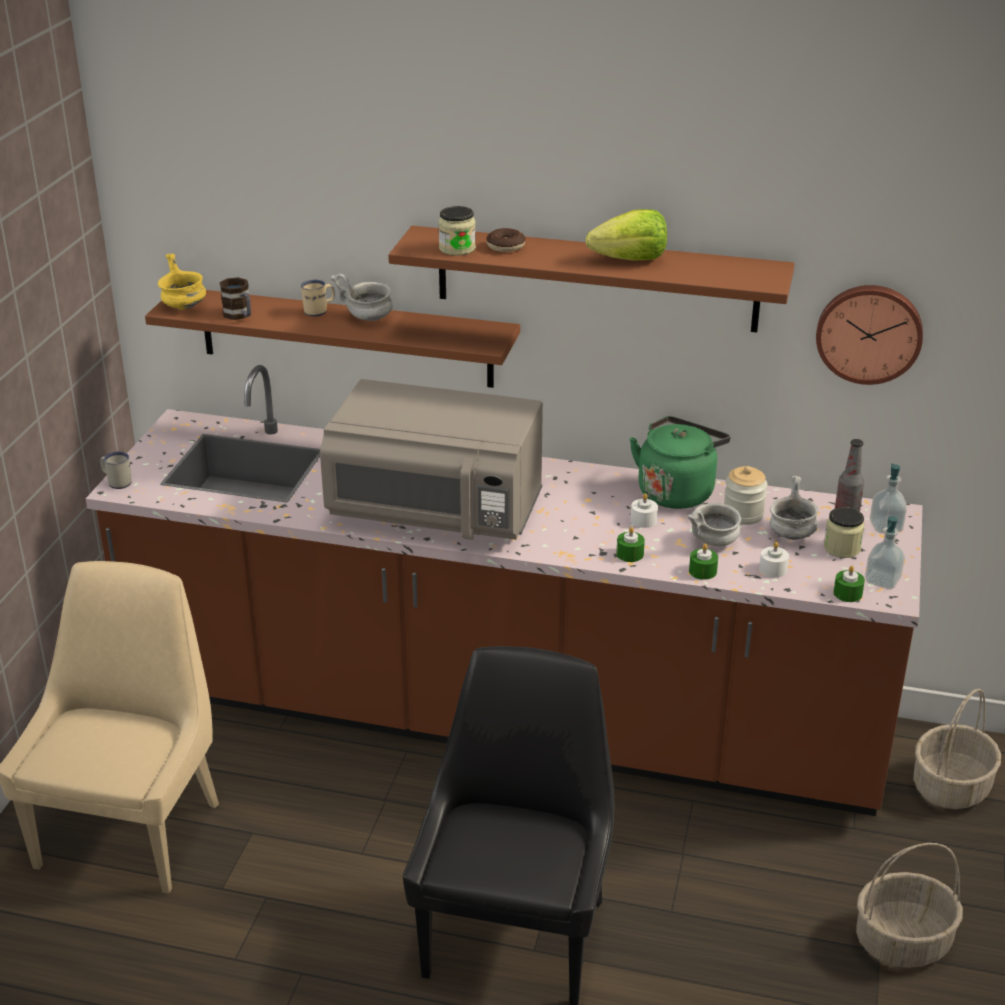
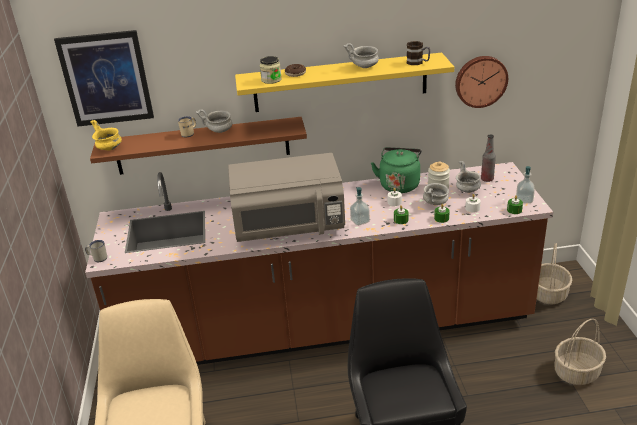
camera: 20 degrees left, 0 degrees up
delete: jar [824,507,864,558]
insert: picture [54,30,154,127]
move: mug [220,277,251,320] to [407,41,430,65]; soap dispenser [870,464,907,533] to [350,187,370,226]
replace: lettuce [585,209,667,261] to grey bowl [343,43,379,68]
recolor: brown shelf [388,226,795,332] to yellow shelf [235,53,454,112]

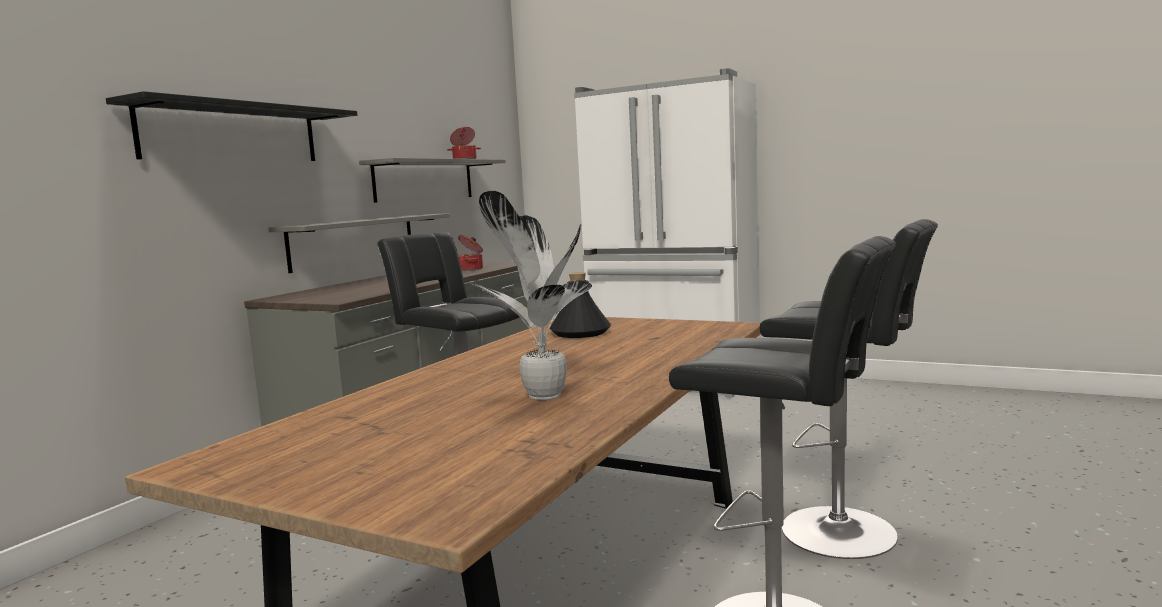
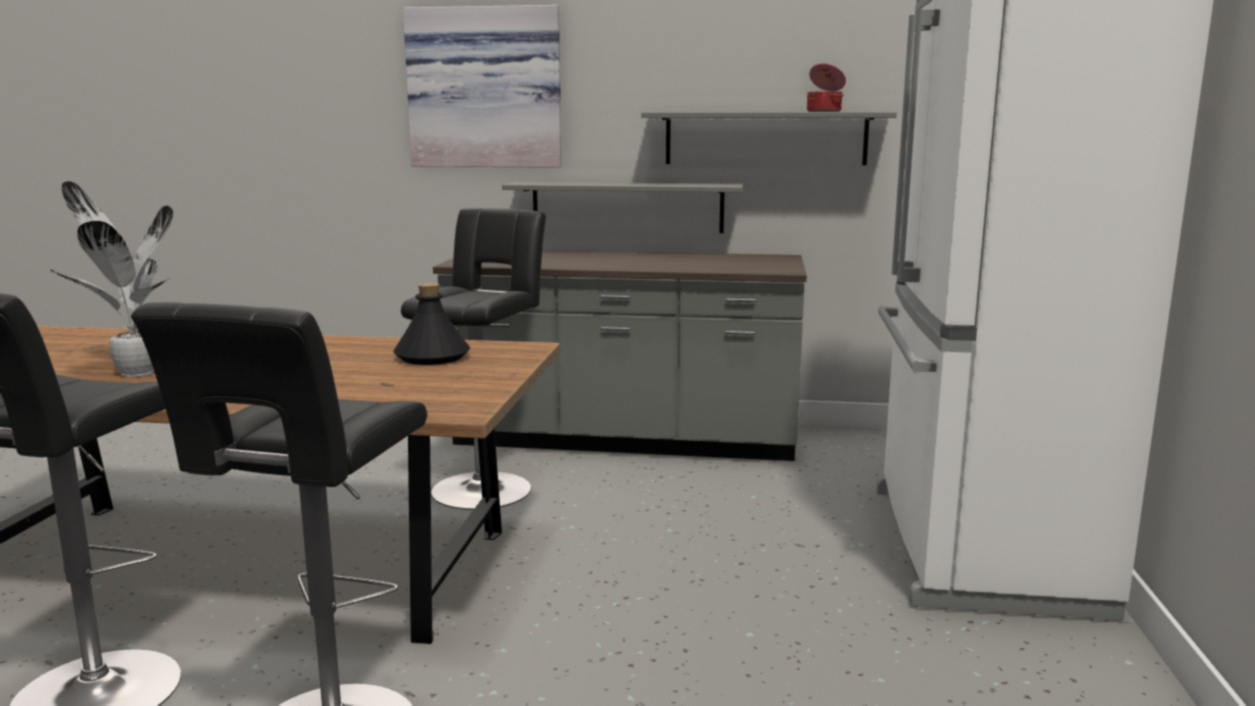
camera: 70 degrees right, 5 degrees up
delete: cooking pot [458,235,483,271]
replace: black shelf [106,91,357,161] to picture [403,5,562,168]

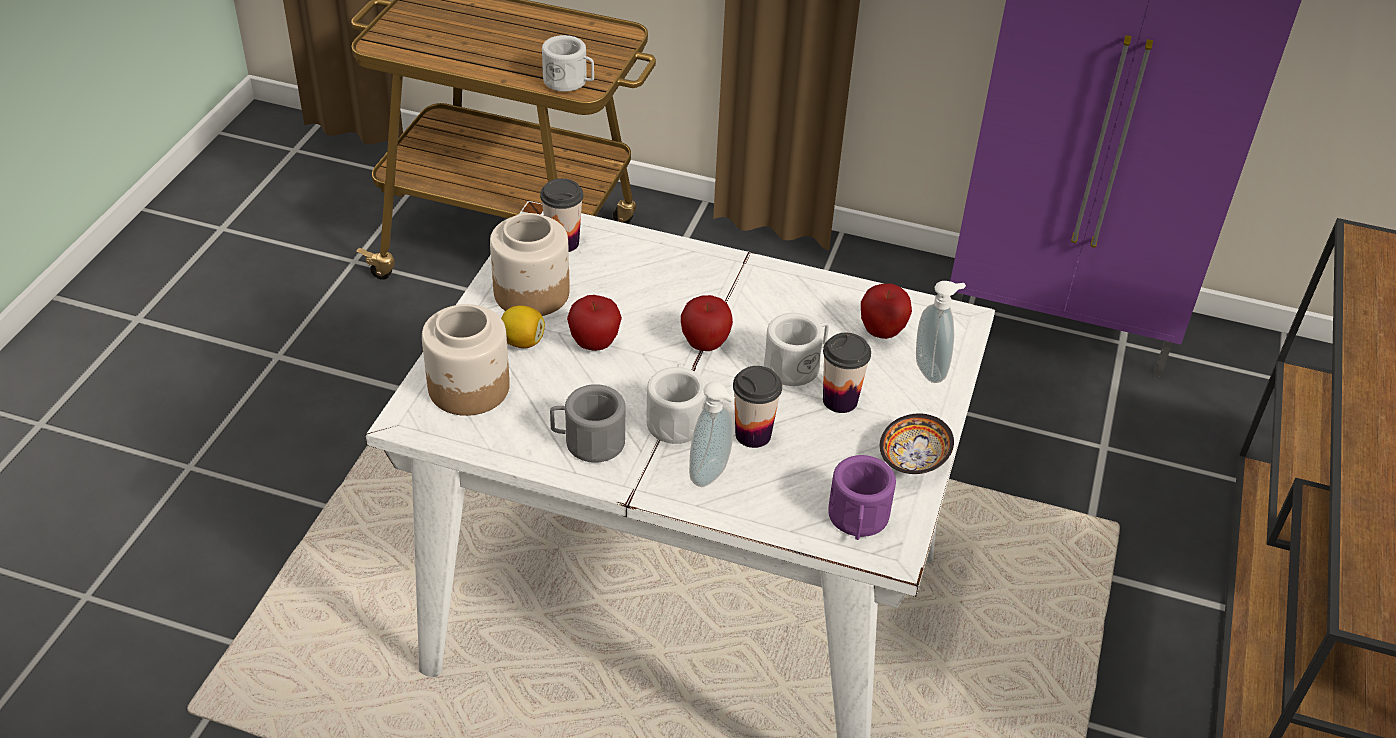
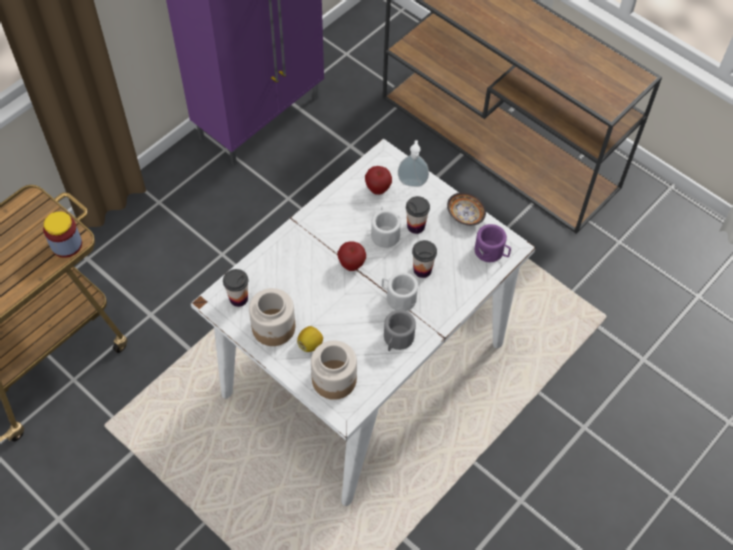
camera: 65 degrees left, 15 degrees up
delete: apple [567,295,622,351]; soap dispenser [689,382,736,487]
replace: white mug [542,35,594,92] to jar [43,211,82,258]

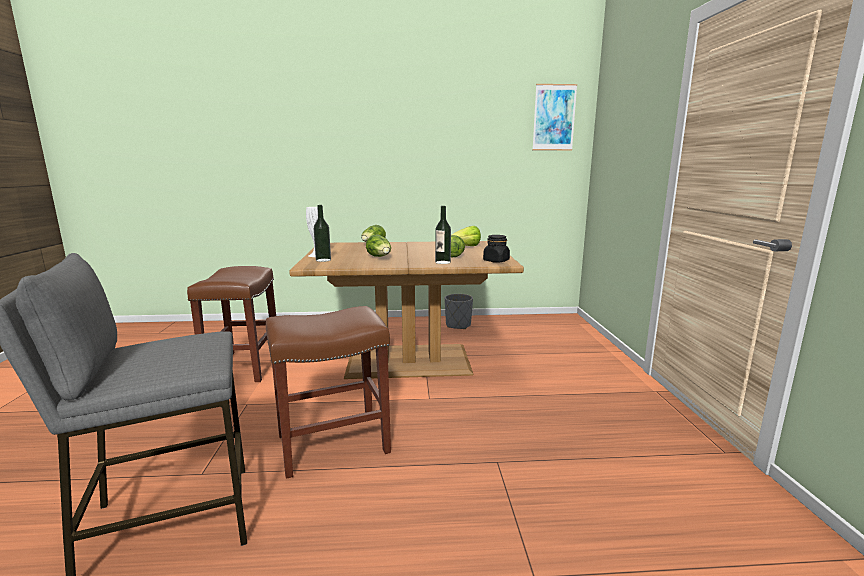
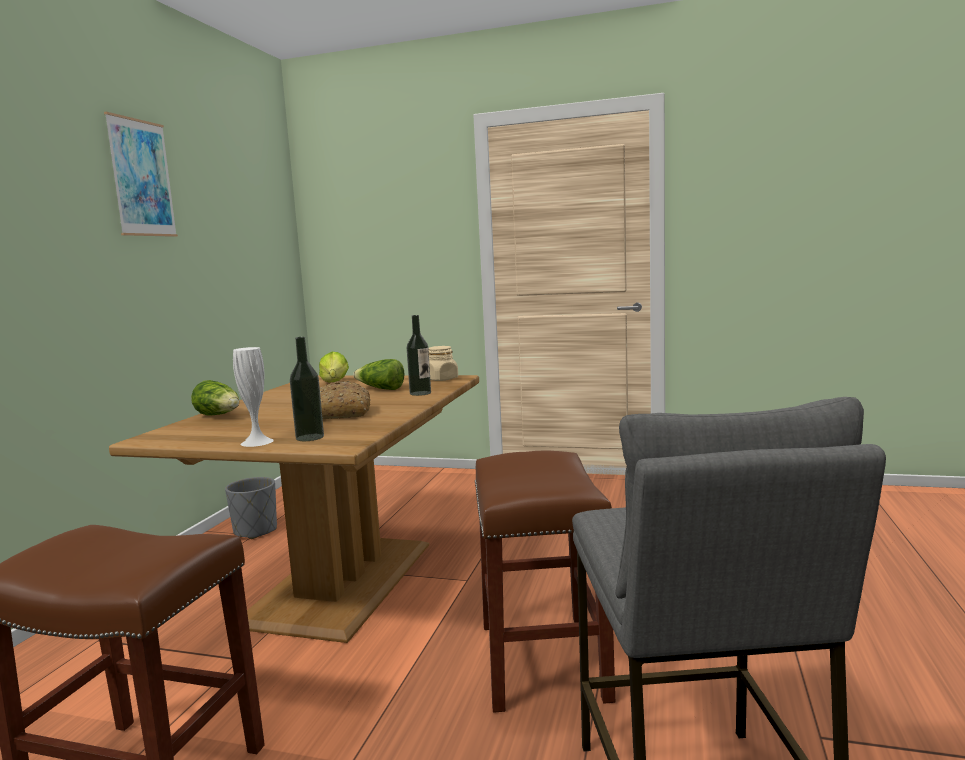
camera: 70 degrees left, 5 degrees down
move: picture [532,84,577,150] to [104,112,178,237]
replace: lettuce [366,235,391,257] to bread [320,381,371,419]
recolor: black jar [483,235,510,263] to beige jar [428,346,458,381]

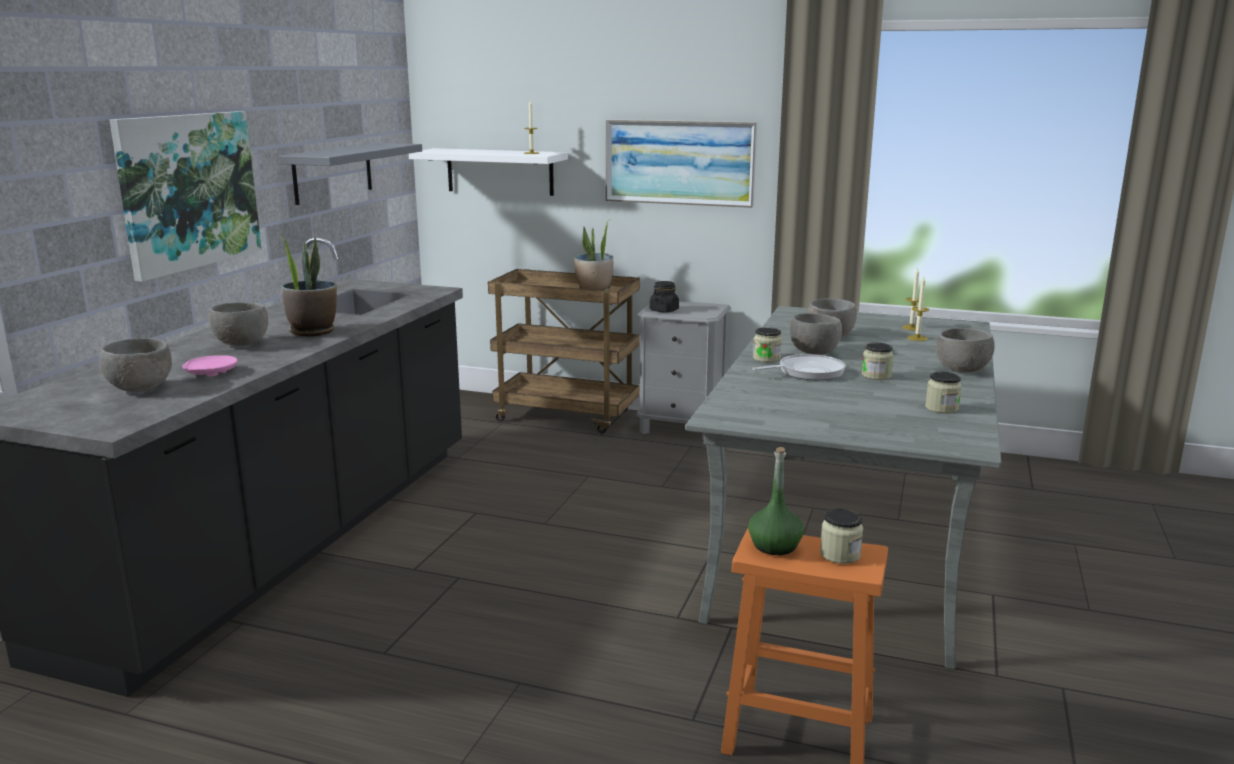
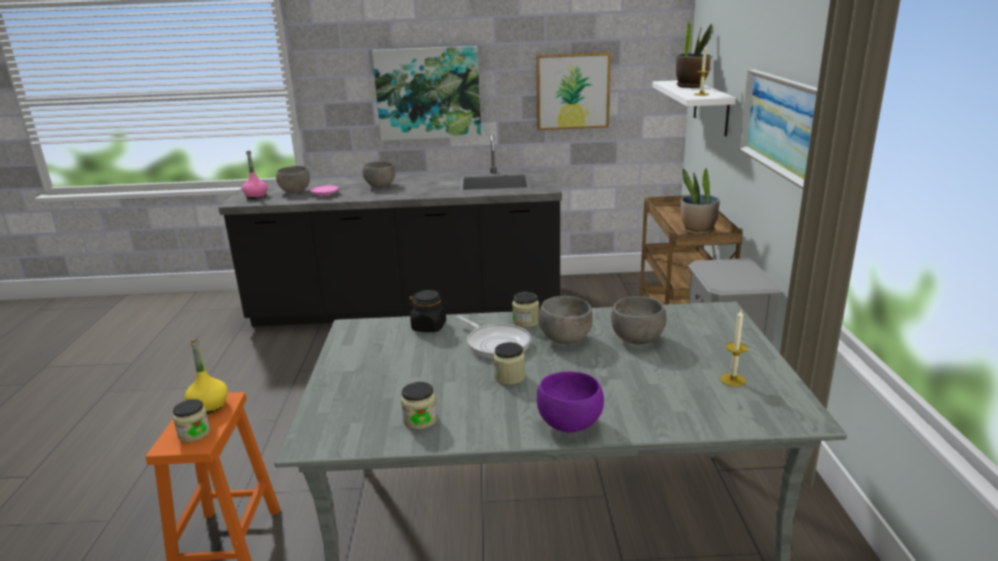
camera: 70 degrees right, 5 degrees up
delete: candle [907,276,929,341]
insert: pink bottle [242,151,268,199]
move: potted plant [279,233,337,337] to [676,19,712,88]; black jar [650,281,679,313] to [409,290,448,332]
replace: grey shelf [279,143,422,205] to picture [536,52,611,130]
recolor: green bottle [748,447,804,555] to yellow bottle [185,338,228,414]; grey bowl [936,328,995,373] to purple bowl [537,371,604,432]

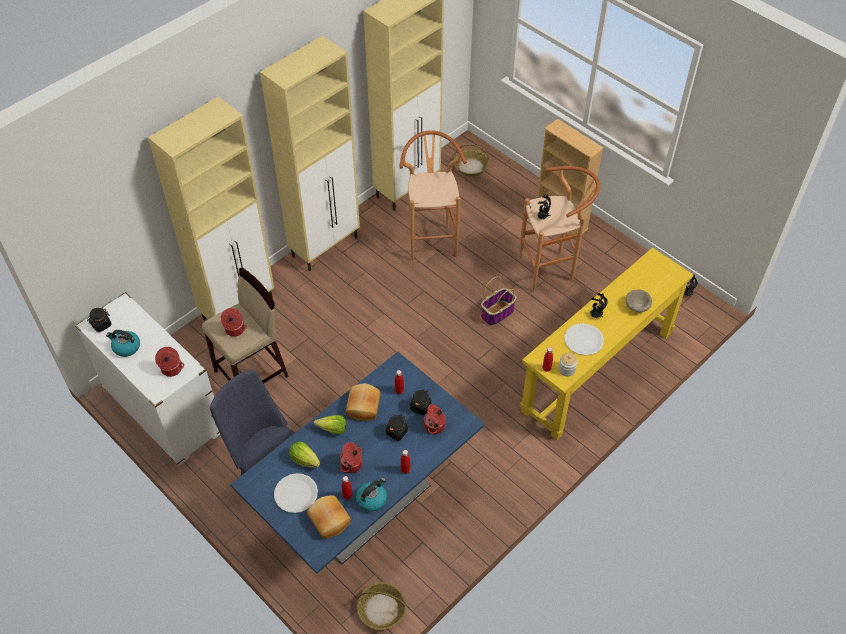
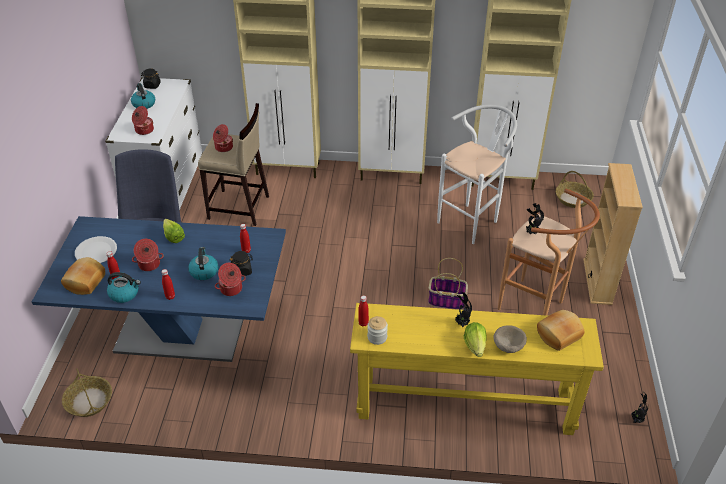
camera: 50 degrees right, 10 degrees down
delete: white plate [564,323,604,355]
move: lettuce [289,442,320,468] to [464,322,486,357]; bread [346,383,381,421] to [537,310,585,351]
replace: black jar [386,414,408,441] to kettle [188,247,219,280]
recolor: brown stool [399,130,467,260] to white stool [437,105,517,244]

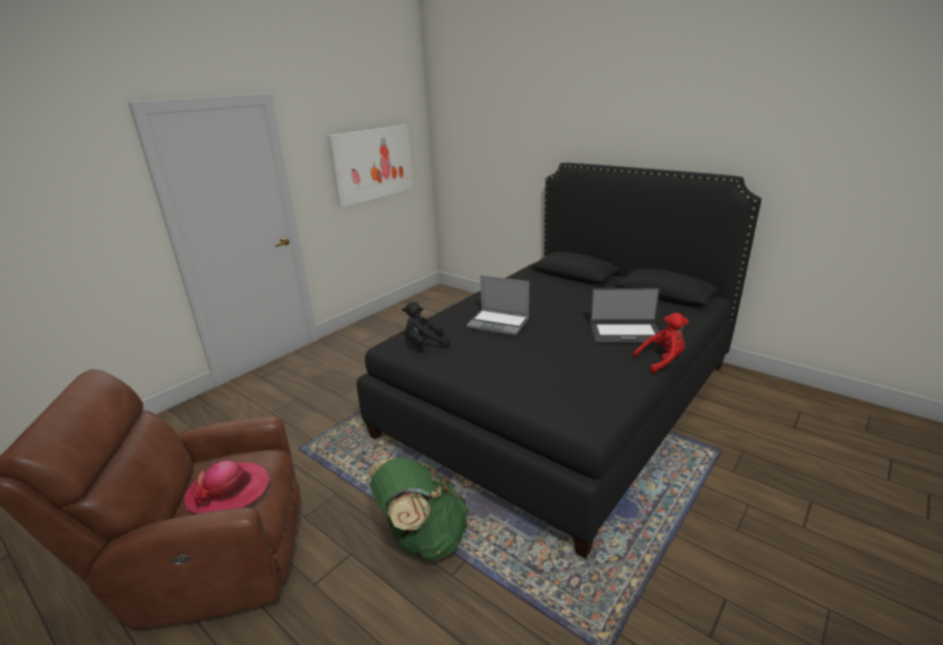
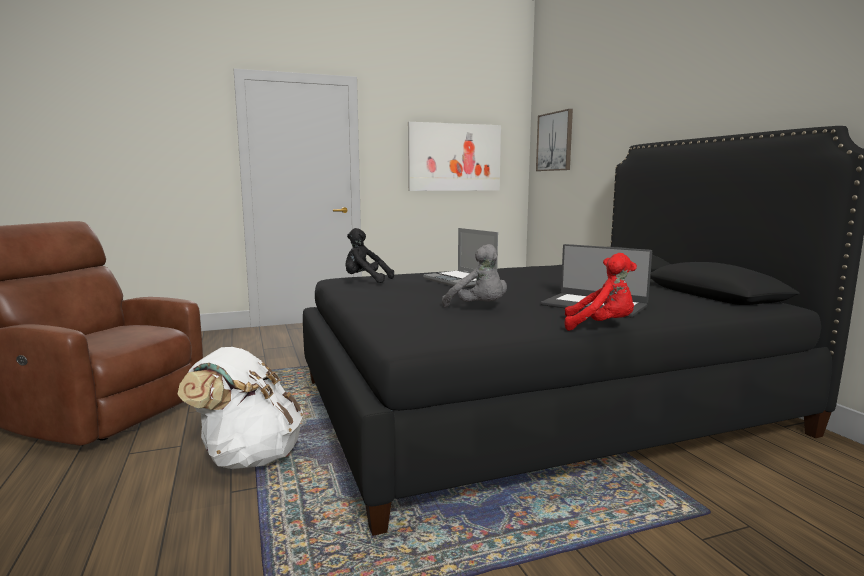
camera: 30 degrees right, 15 degrees down
delete: hat [184,460,269,514]
insert: grey plush toy [442,244,507,307]; picture [536,109,573,171]
recolor: green backpack [368,457,469,561] to white backpack [177,347,303,469]

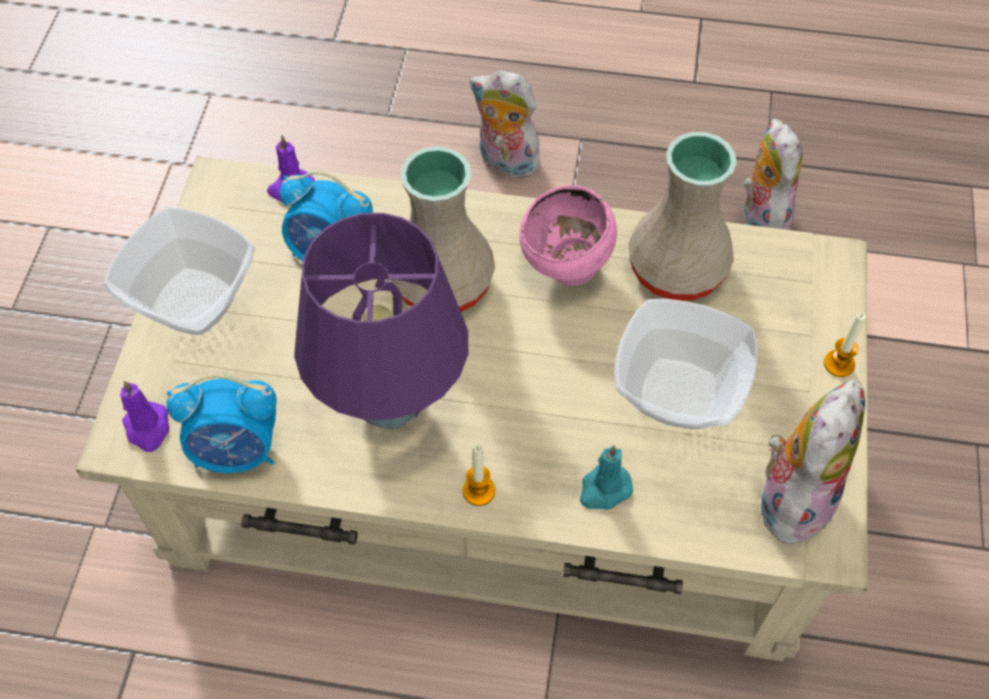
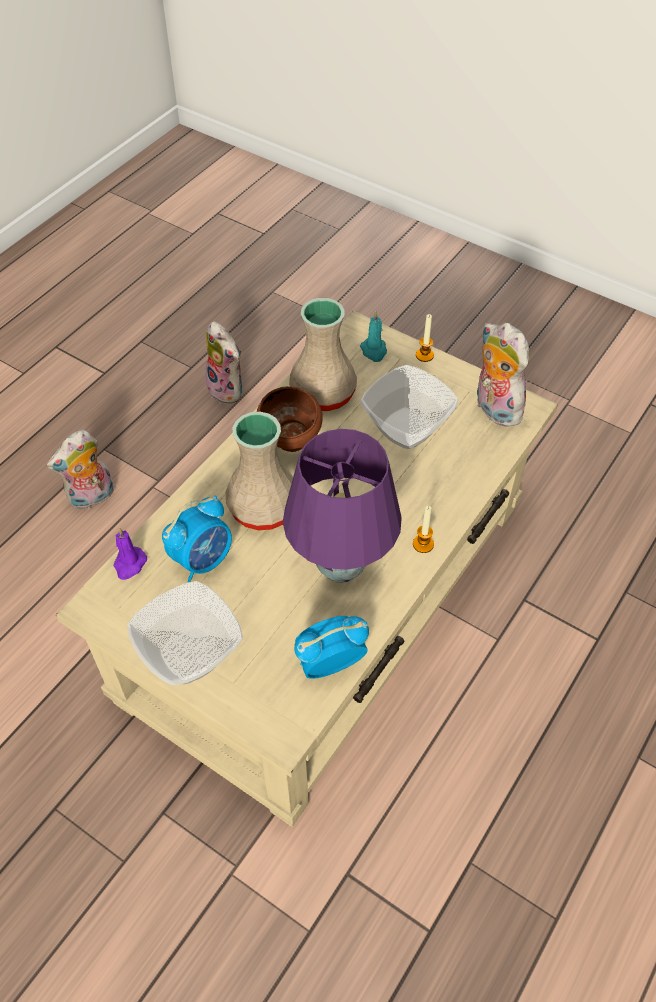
camera: 65 degrees left, 5 degrees down
delete: purple candle [120,381,169,452]
move: turquoise candle [580,445,633,510] to [360,311,387,362]
recolor: pink bowl [519,185,617,286] to brown bowl [257,386,323,452]
rotate: alarm clock [167,374,277,473] = [294,616,369,679] 135 degrees counterclockwise; plush toy [743,118,802,230] = [205,321,242,404] 150 degrees counterclockwise

